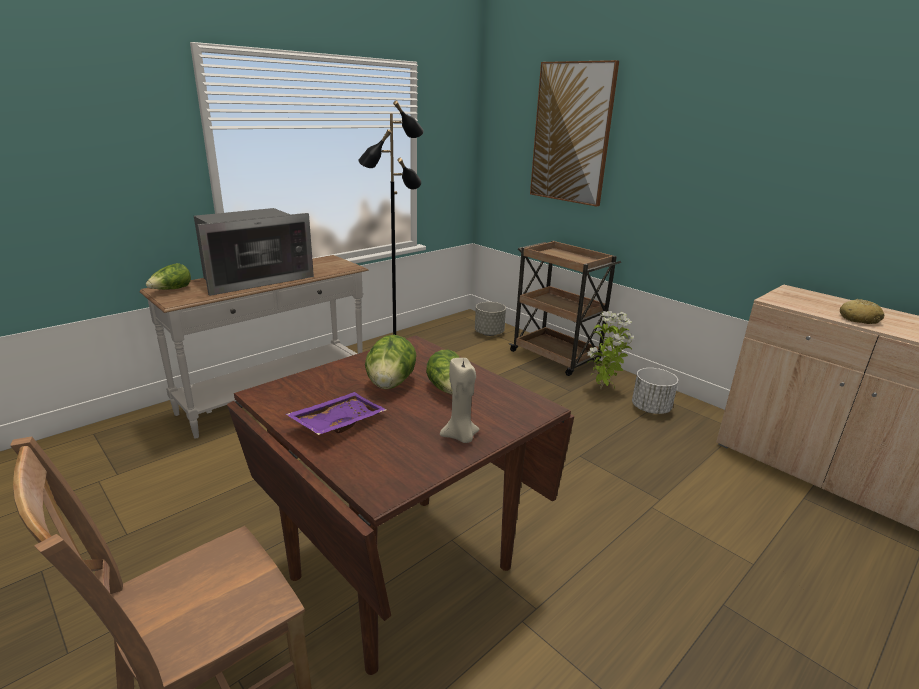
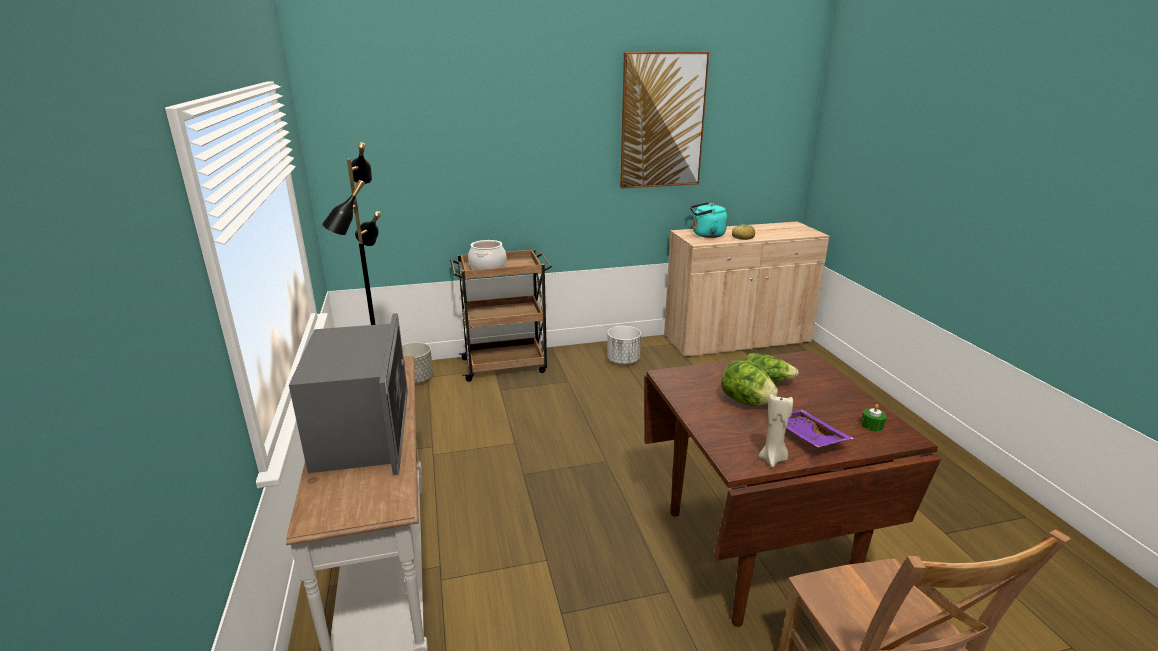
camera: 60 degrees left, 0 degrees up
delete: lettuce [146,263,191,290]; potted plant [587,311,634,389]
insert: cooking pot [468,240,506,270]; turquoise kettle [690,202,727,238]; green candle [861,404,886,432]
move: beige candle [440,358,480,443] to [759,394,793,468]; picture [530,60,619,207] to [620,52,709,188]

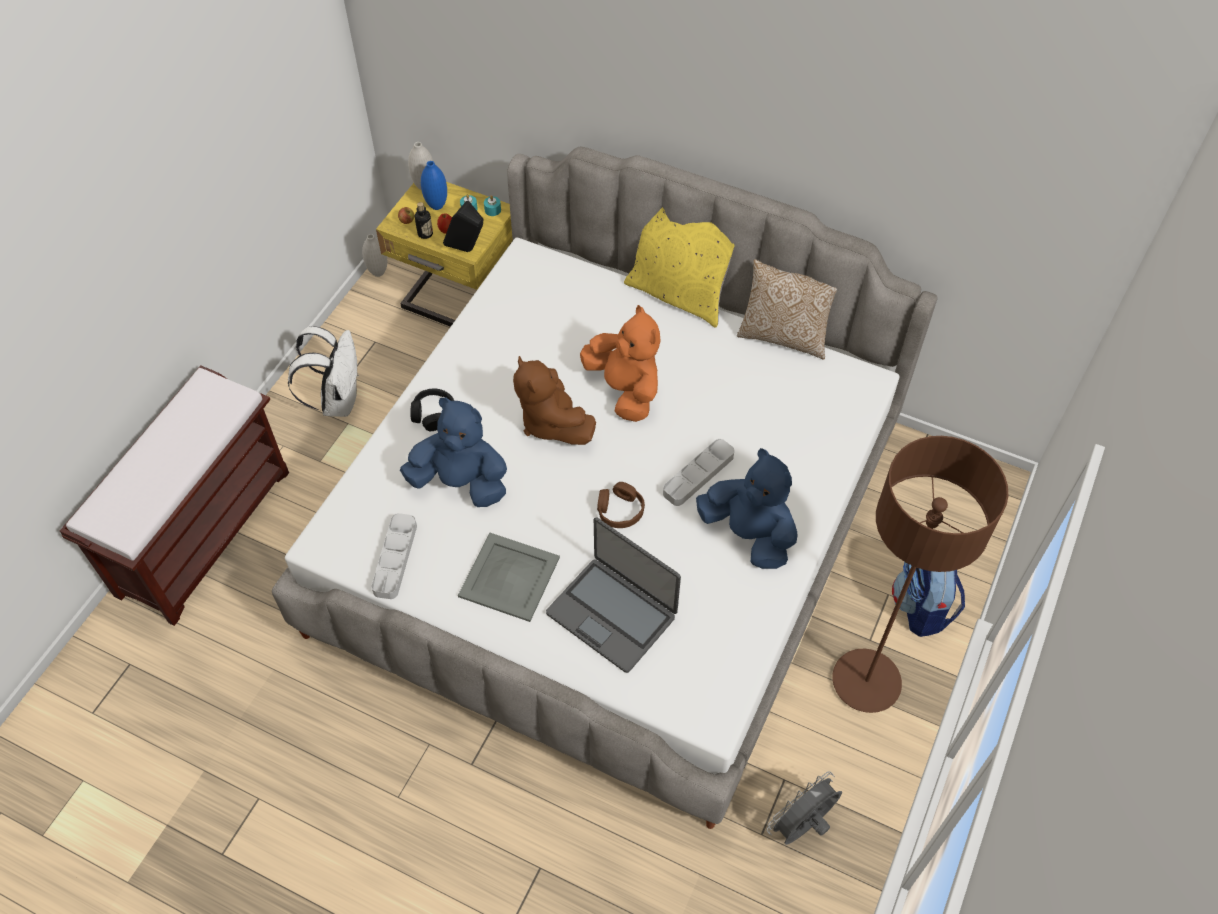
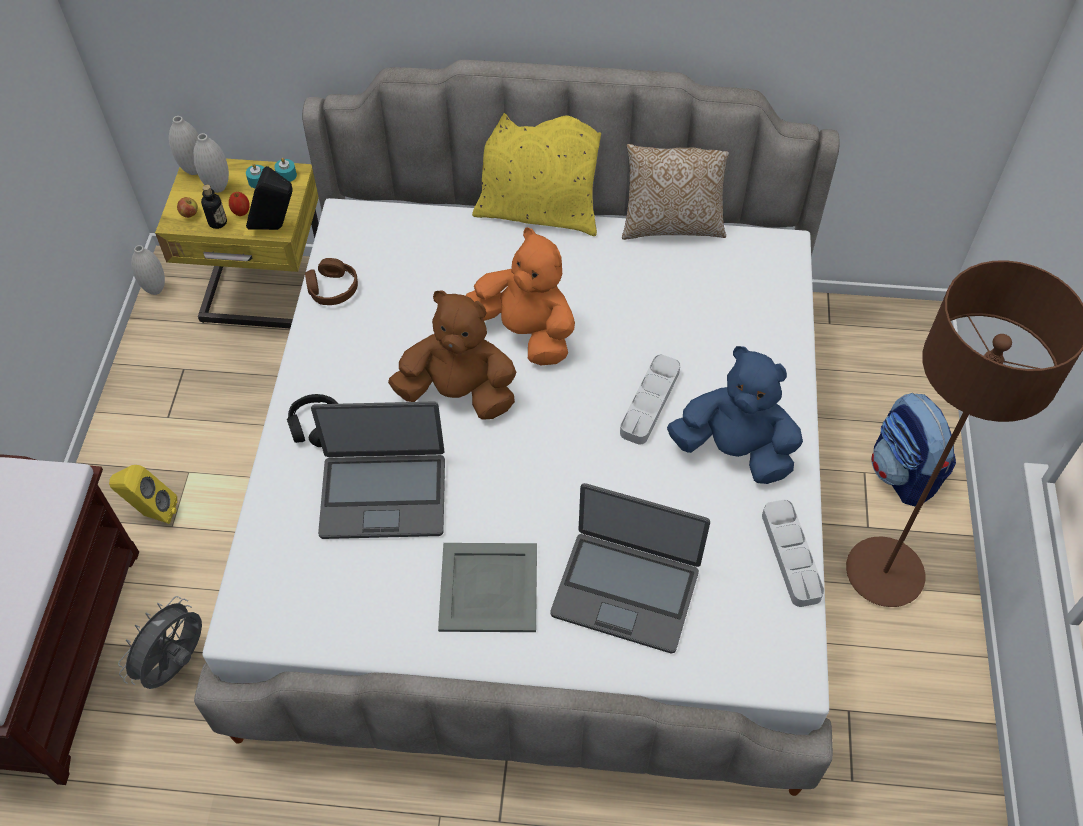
camera: 20 degrees left, 0 degrees up
delete: white backpack [288,326,358,417]
insert: yellow speaker [109,465,177,524]
move: grey tray [371,513,417,599] to [762,500,824,607]; brown headphones [597,482,645,528] to [305,258,358,305]; grey fan [767,771,842,845] to [118,596,202,689]
replace: blue plush toy [400,398,507,507] to laptop [311,401,445,539]
recolor: blue vase [421,161,447,210] to white vase [193,133,229,193]
rotate: brown plush toy [513,356,596,445] = [388,290,516,420] 150 degrees clockwise

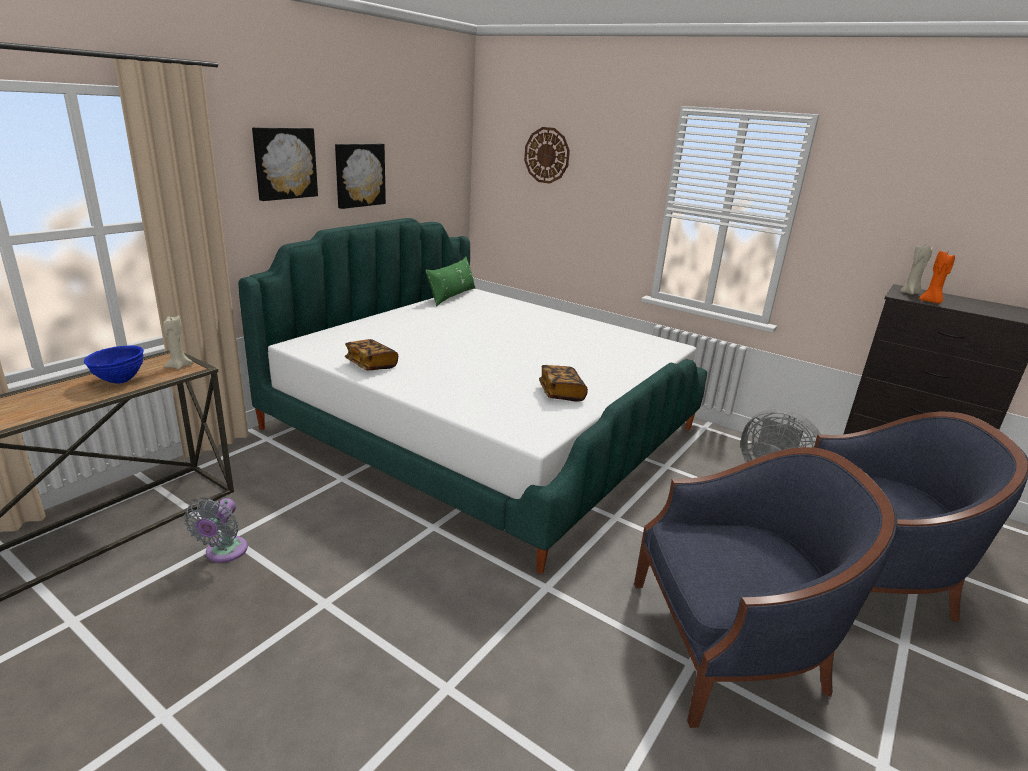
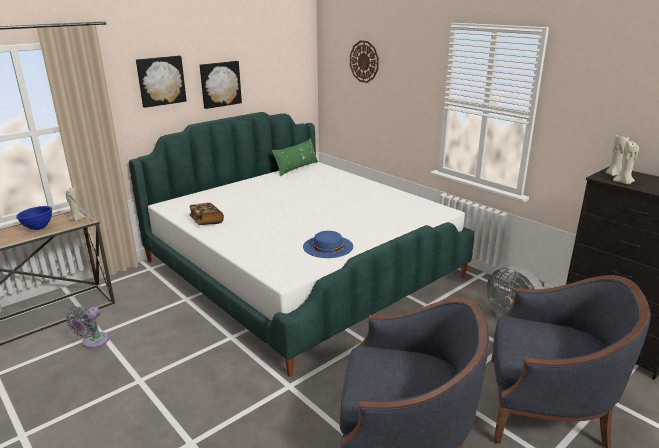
camera: 15 degrees right, 0 degrees up
replace: book [539,365,588,401] to blue hat [303,231,353,258]
recolor: orange candle [919,250,955,303] to beige candle [613,141,639,185]

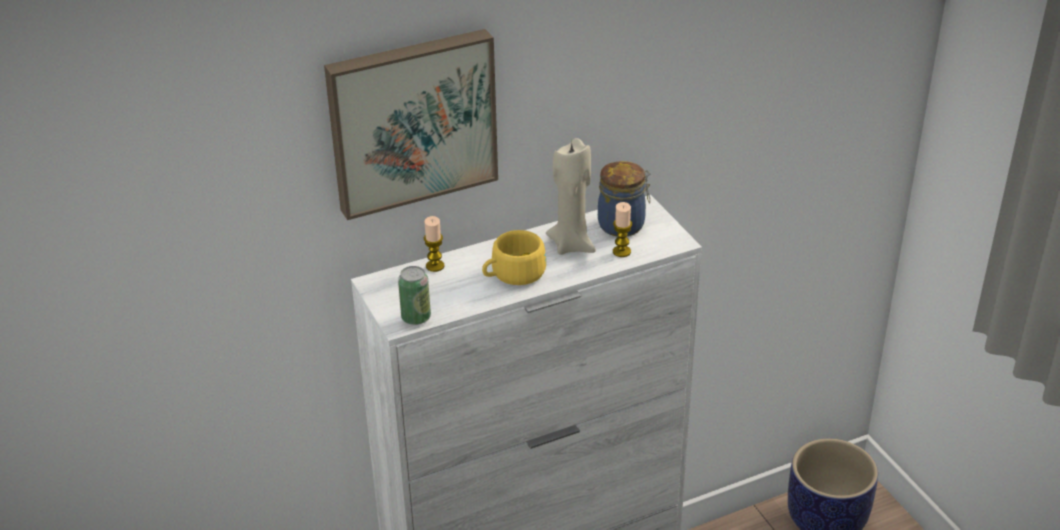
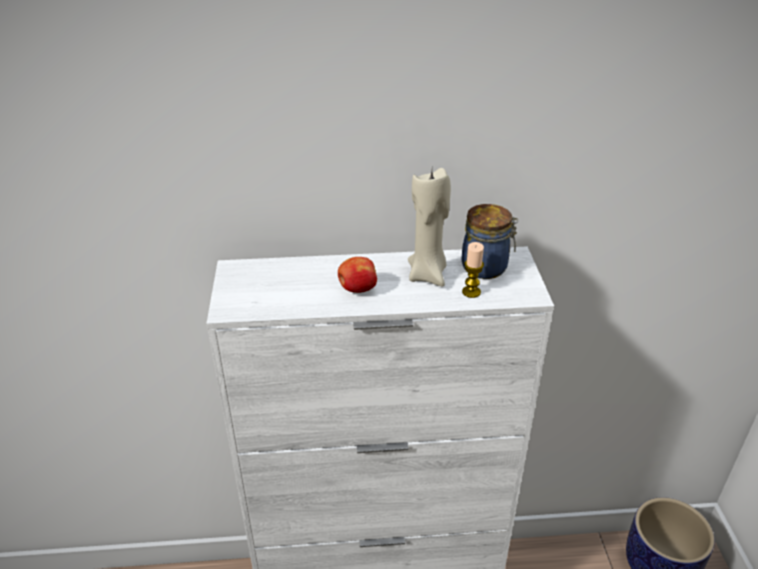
camera: 20 degrees right, 0 degrees up
delete: picture [324,29,498,220]; can [398,266,431,325]; candle [424,216,444,272]
replace: yellow cup [482,230,546,285] to apple [338,257,377,293]

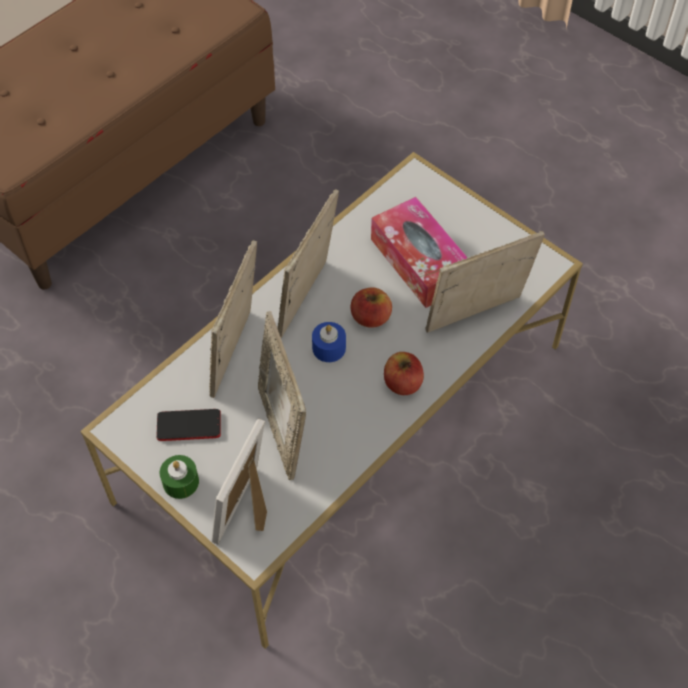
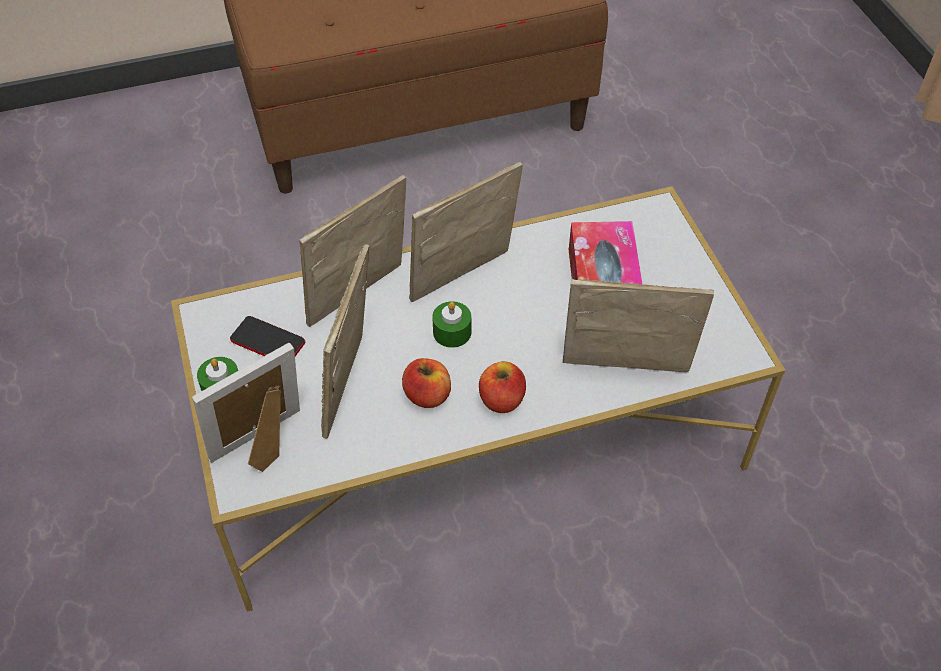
camera: 30 degrees right, 5 degrees down
move: apple [351,287,392,328] to [402,358,451,408]
recolor: blue candle [312,322,346,362] to green candle [432,301,471,348]

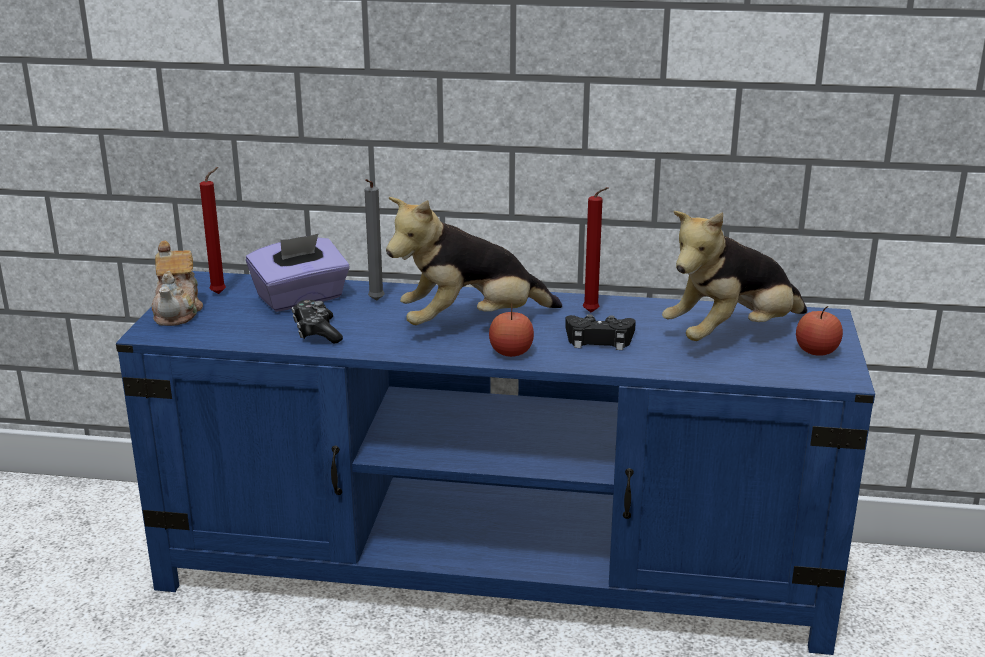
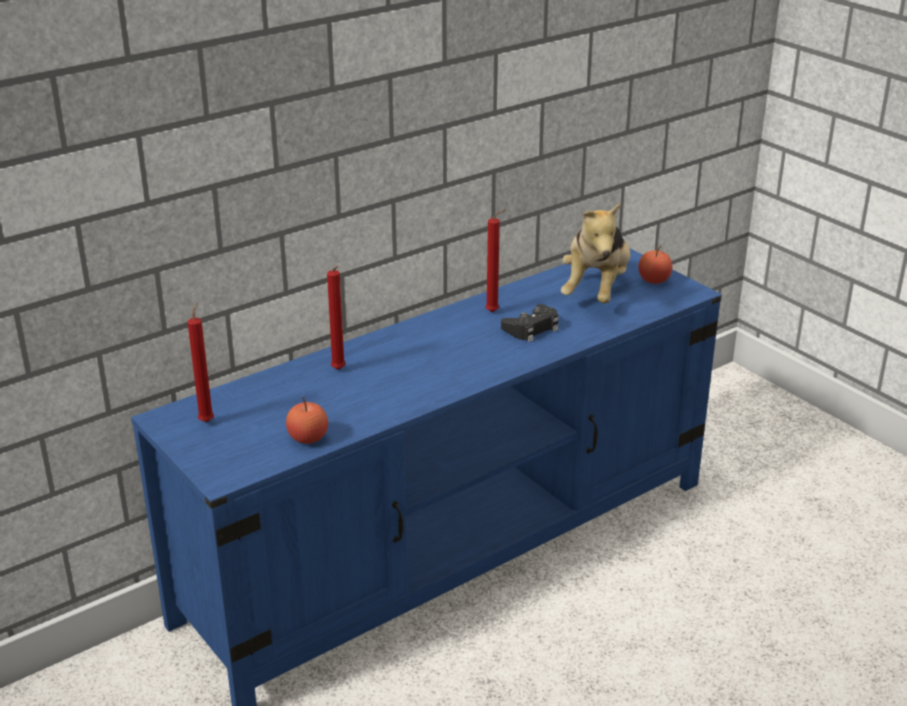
camera: 45 degrees left, 5 degrees up
delete: teapot [152,241,203,326]; purple tissue box [246,234,350,312]; game controller [292,300,343,344]; plush toy [386,197,562,325]
move: apple [489,304,534,357] to [286,397,328,444]
recolor: grey candle [364,179,385,301] to red candle [327,266,346,370]

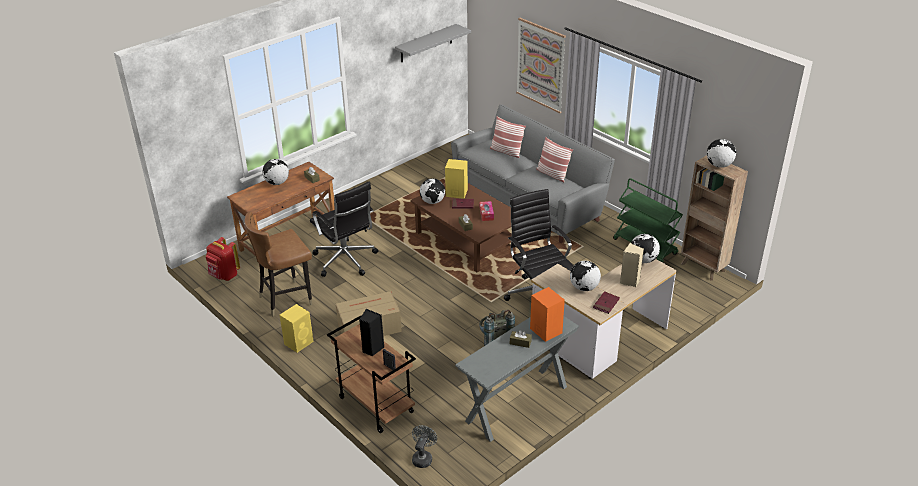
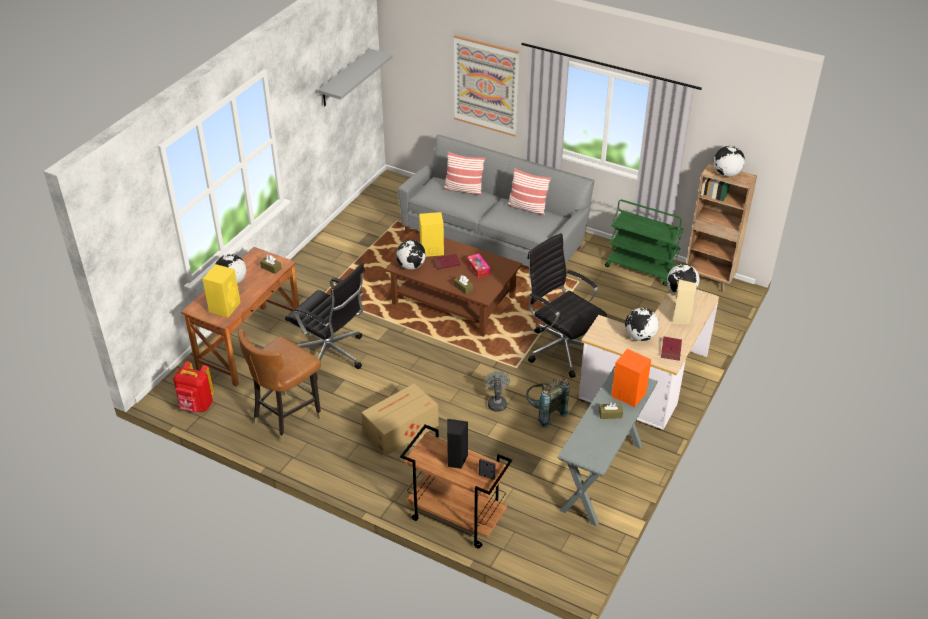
camera: 20 degrees left, 5 degrees up
move: yellow speaker [279,304,314,353] to [203,264,241,317]; grey fan [412,425,437,468] to [485,371,510,412]

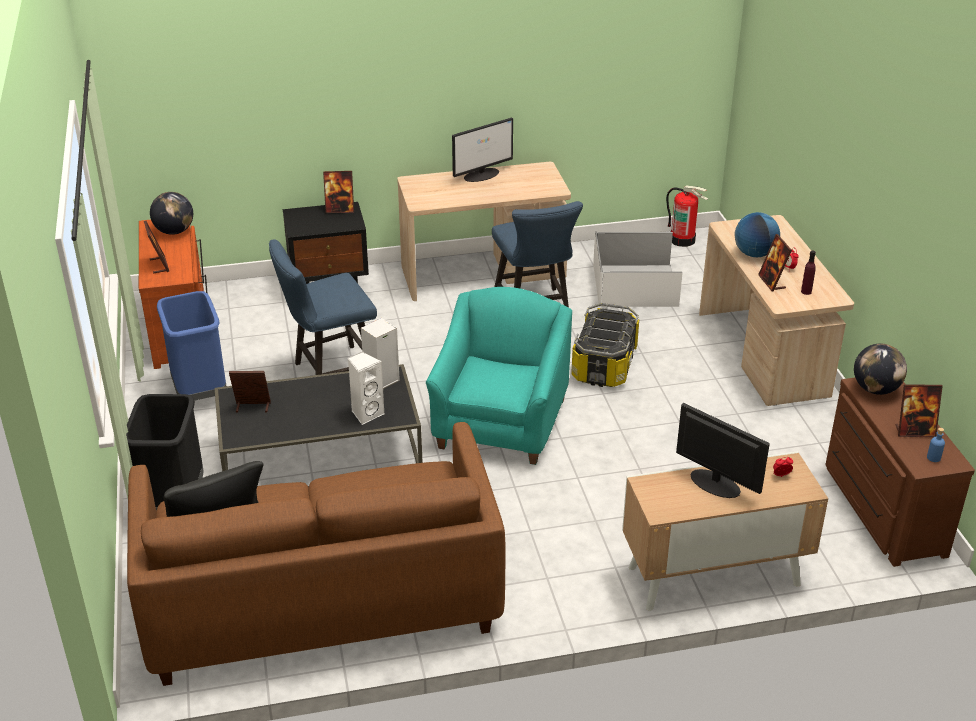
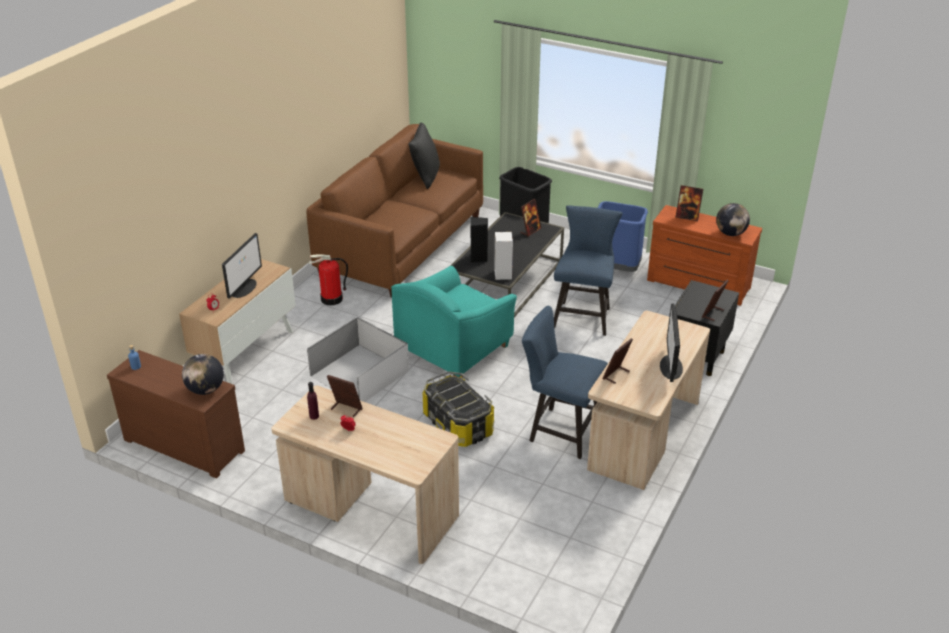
camera: 130 degrees right, 0 degrees up
delete: globe [734,212,780,257]
move: white storage box [593,232,683,307] to [307,317,409,402]; fire extinguisher [666,185,709,247] to [308,254,348,305]; picture frame [896,384,943,437] to [602,338,633,384]
recolor: white speaker [348,352,385,425] to black speaker [471,217,488,263]
rotate: turquoise armchair [426,287,572,465] = [391,266,517,377] 75 degrees clockwise; monitor [676,403,770,498] = [222,233,262,299] 60 degrees counterclockwise

